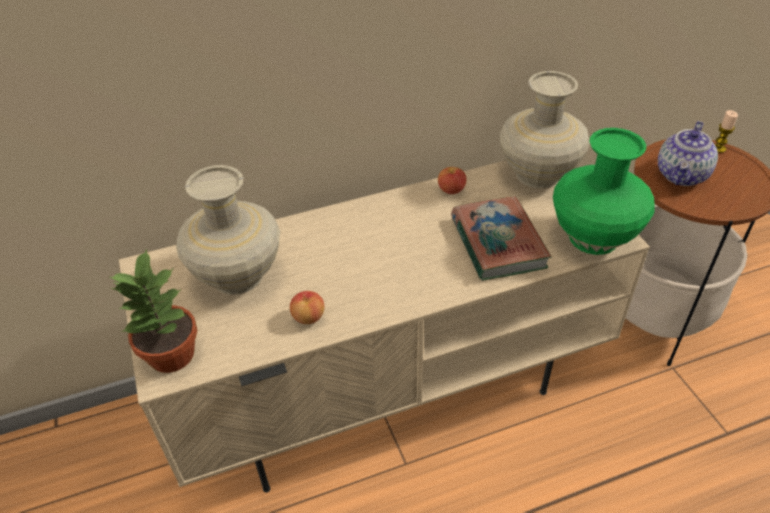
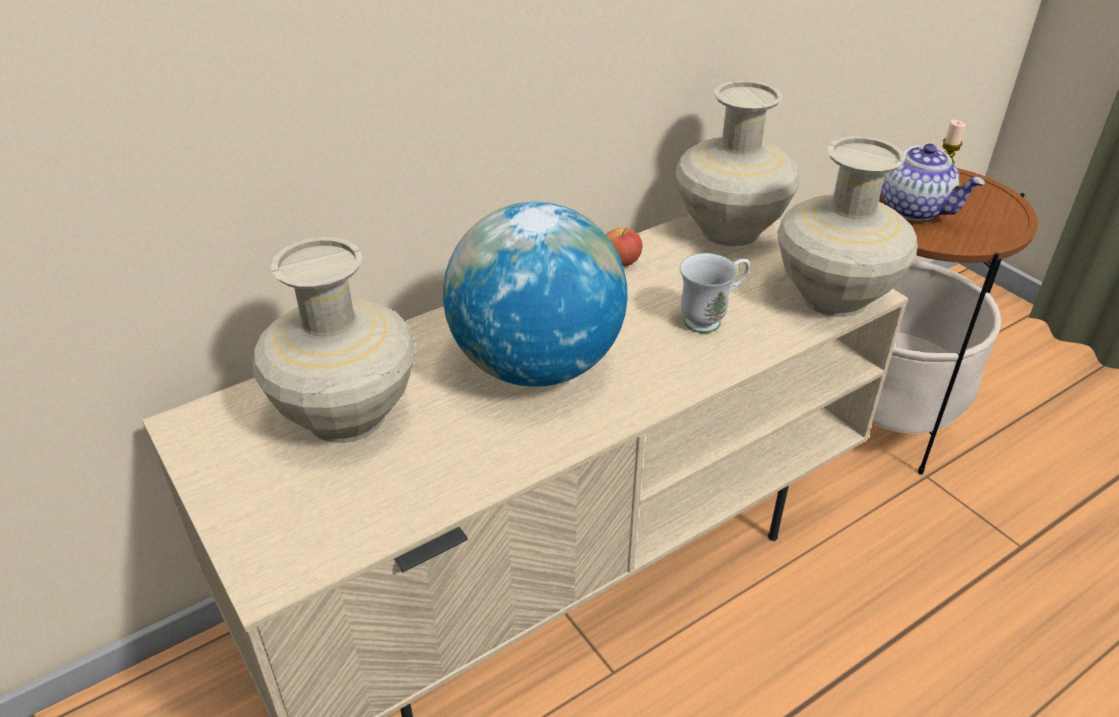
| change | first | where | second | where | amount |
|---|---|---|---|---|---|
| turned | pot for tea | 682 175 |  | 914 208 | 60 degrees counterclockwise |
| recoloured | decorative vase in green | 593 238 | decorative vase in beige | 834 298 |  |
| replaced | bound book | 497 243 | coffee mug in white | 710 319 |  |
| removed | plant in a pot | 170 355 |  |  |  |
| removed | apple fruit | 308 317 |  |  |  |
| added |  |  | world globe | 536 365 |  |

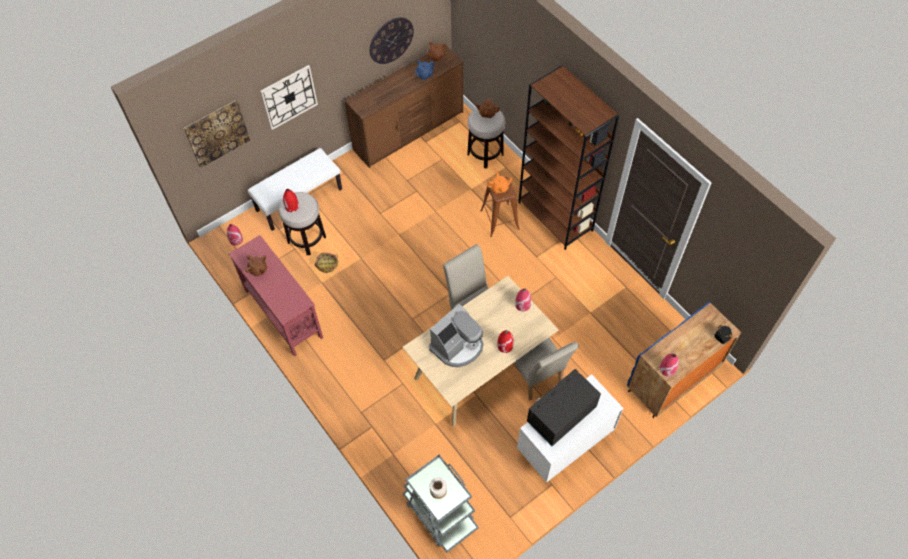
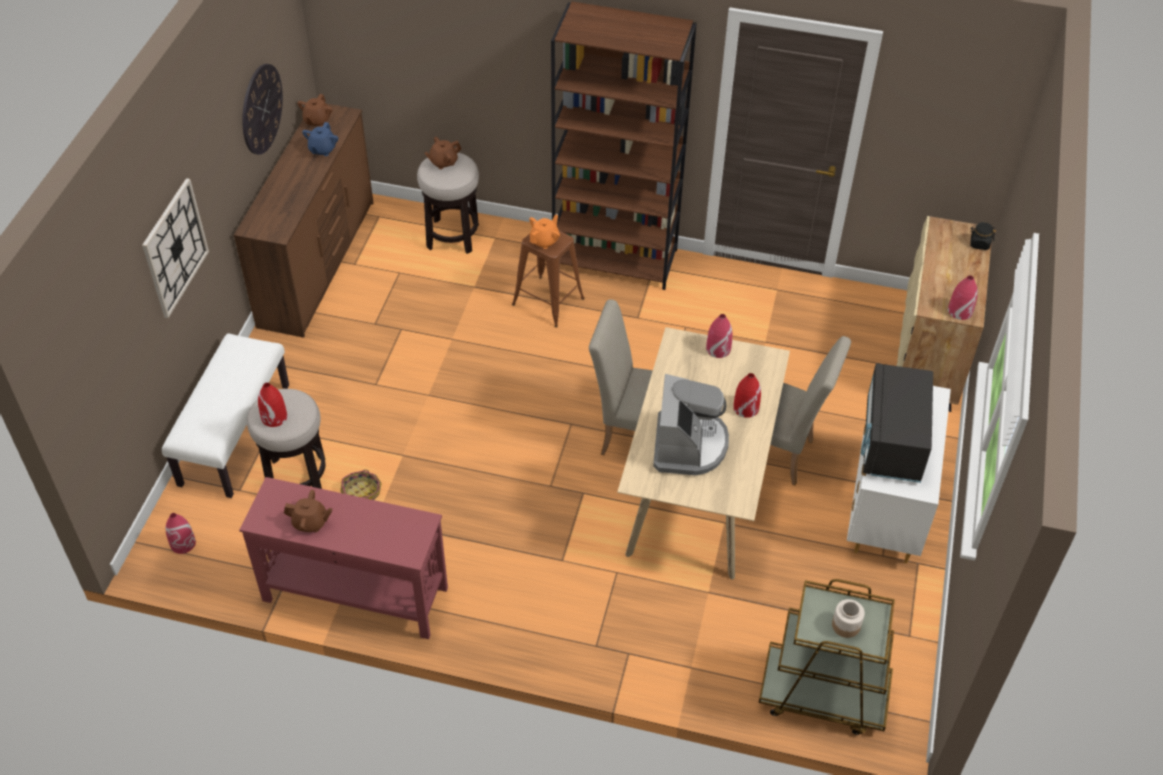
| change | first | where | second | where | amount |
|---|---|---|---|---|---|
| removed | picture | 217 133 |  |  |  |
| recoloured | cupboard in bluish | 672 379 | cupboard in beige | 929 357 |  |
| recoloured | wheeled cart in grey | 440 513 | wheeled cart in brownish | 822 694 |  |

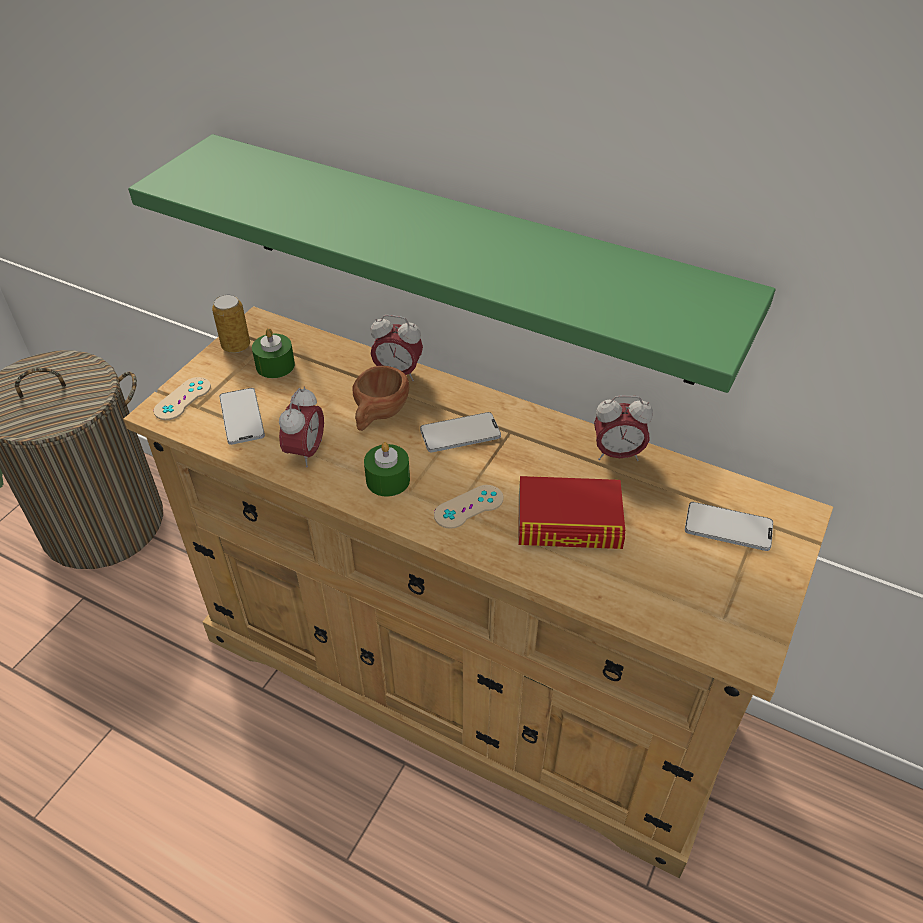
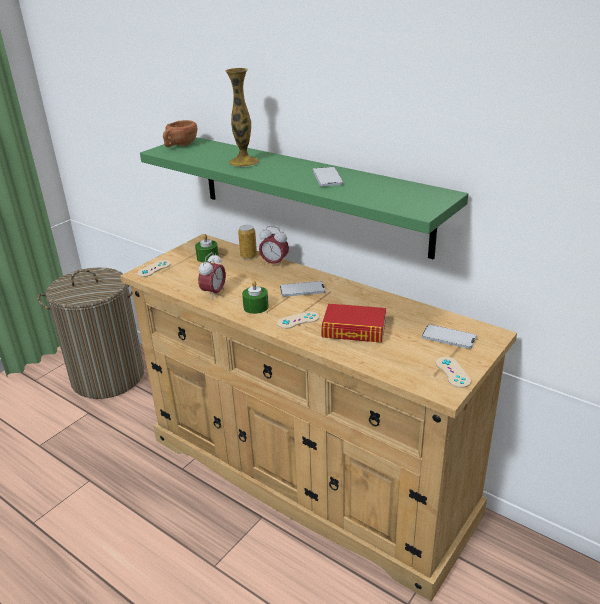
| change | first | where | second | where | amount |
|---|---|---|---|---|---|
| moved | metal can | 236 346 |  | 248 256 |  |
| moved | small cup in brownish | 378 415 |  | 180 145 |  |
| moved | phone | 242 417 |  | 327 178 |  |
| removed | alarm clock | 617 454 |  |  |  |
| added |  |  | decorative vase | 244 162 |  |
| added |  |  | gamepad in beige | 452 372 |  |

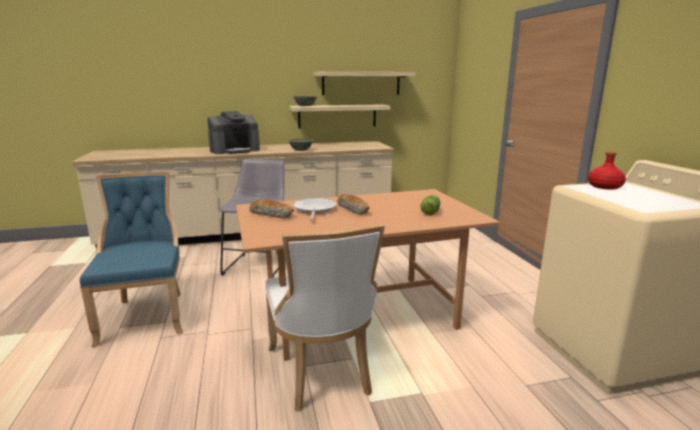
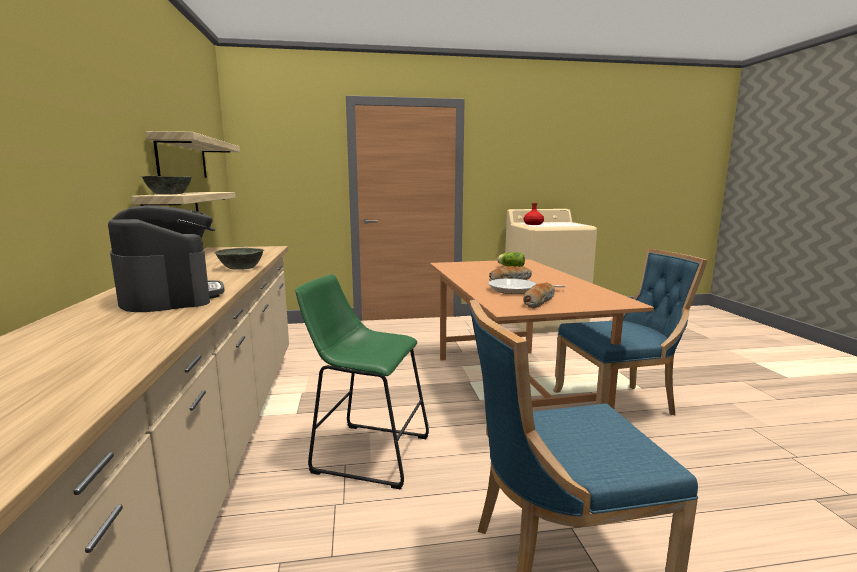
| change | first | where | second | where | amount |
|---|---|---|---|---|---|
| recoloured | sitting stool in grey | 259 264 | sitting stool in green | 365 452 |  |
| recoloured | plain chair in white | 322 372 | plain chair in bluish | 618 404 |  |

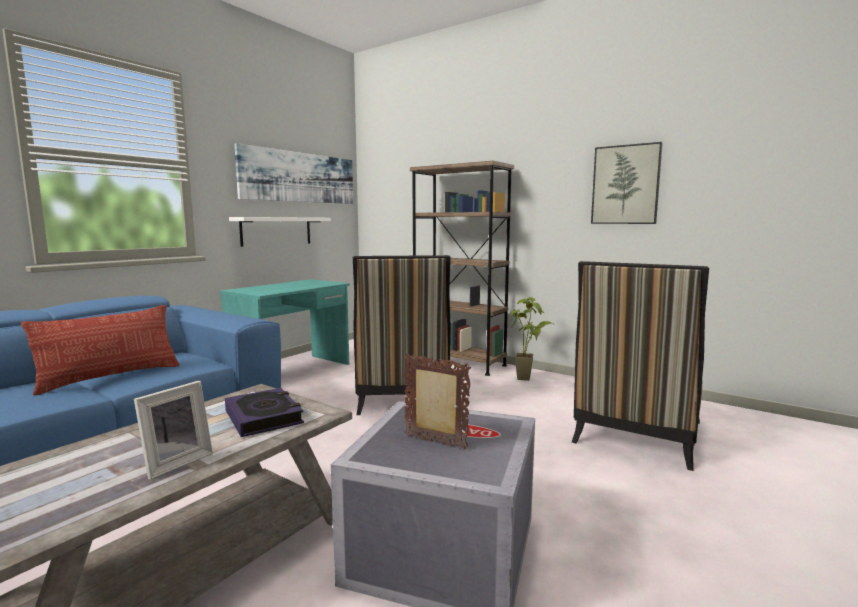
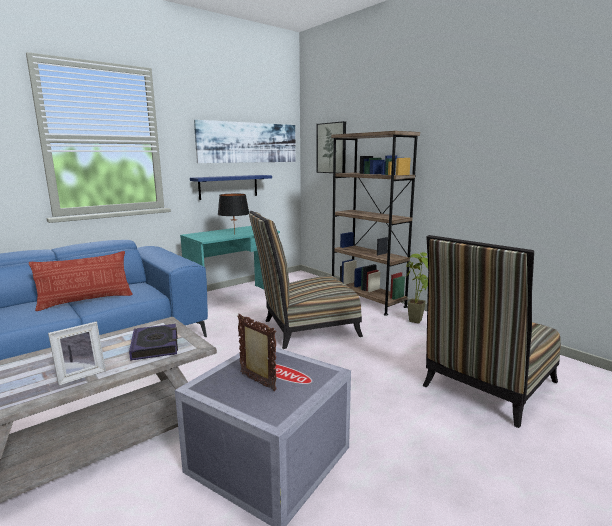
| change | first | where | second | where | amount |
|---|---|---|---|---|---|
| moved | picture | 625 185 |  | 331 148 |  |
| recoloured | wall shelf in white | 276 231 | wall shelf in bluish | 228 187 |  |
| turned | plain chair | 402 398 |  | 305 329 | 60 degrees clockwise |
| added |  |  | table lamp in blackish | 234 234 |  |

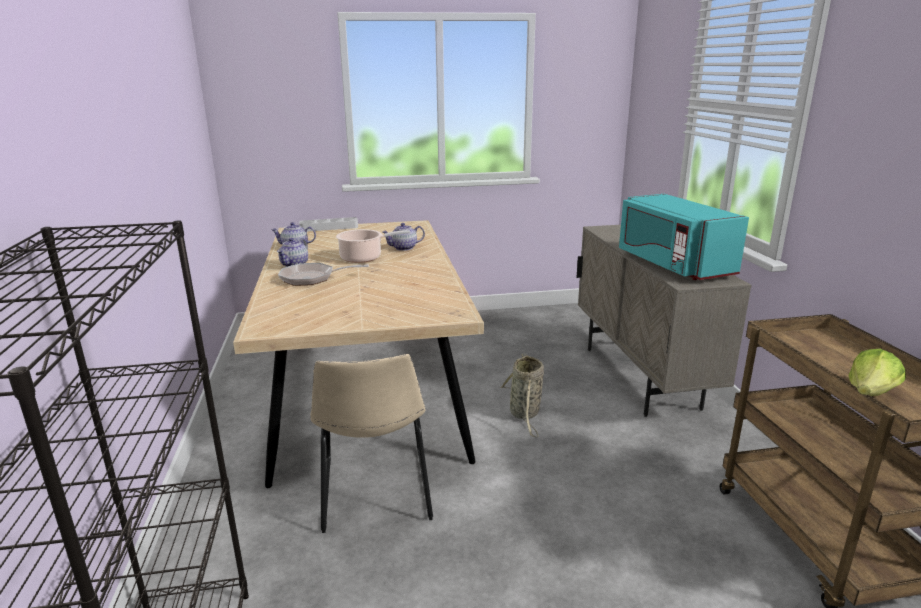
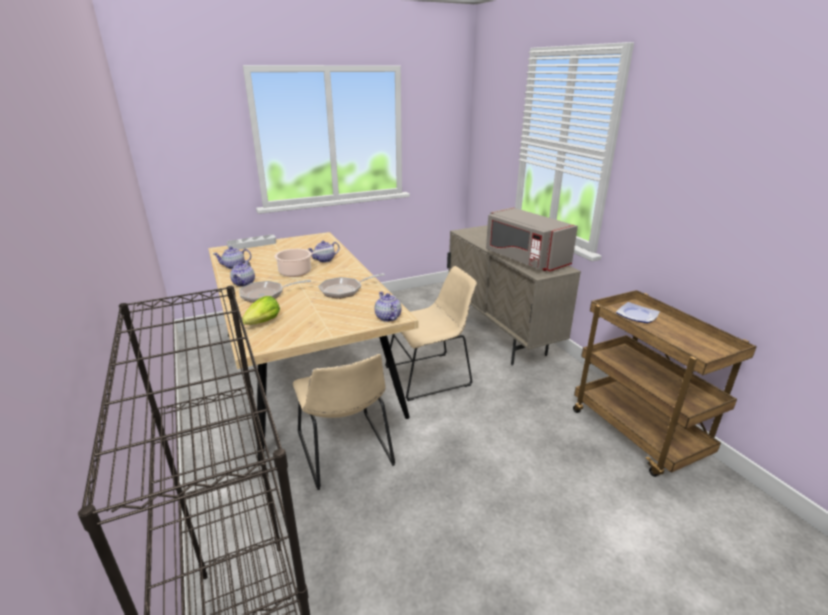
| change | first | where | second | where | amount |
|---|---|---|---|---|---|
| recoloured | microwave in turquoise | 672 264 | microwave in grey | 525 259 |  |
| moved | lettuce | 870 393 |  | 263 322 |  |
| replaced | household basket | 525 414 | plain chair in beige | 431 375 |  |
| added |  |  | pan | 344 290 |  |
| added |  |  | pot for tea | 387 317 |  |
| added |  |  | plate | 637 316 |  |

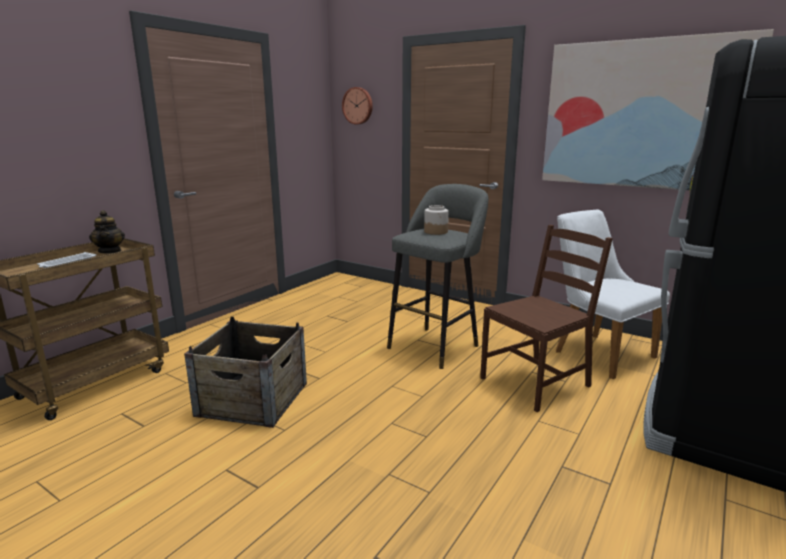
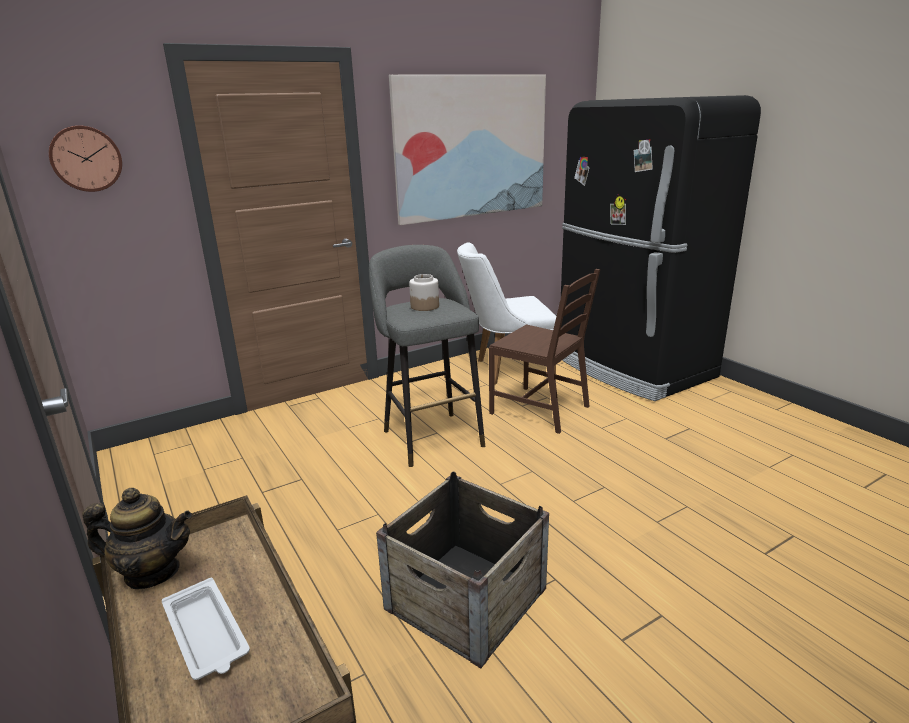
| change | first | where | second | where | amount |
|---|---|---|---|---|---|
| turned | plain chair in brownish | 536 382 |  | 541 409 | 135 degrees clockwise |

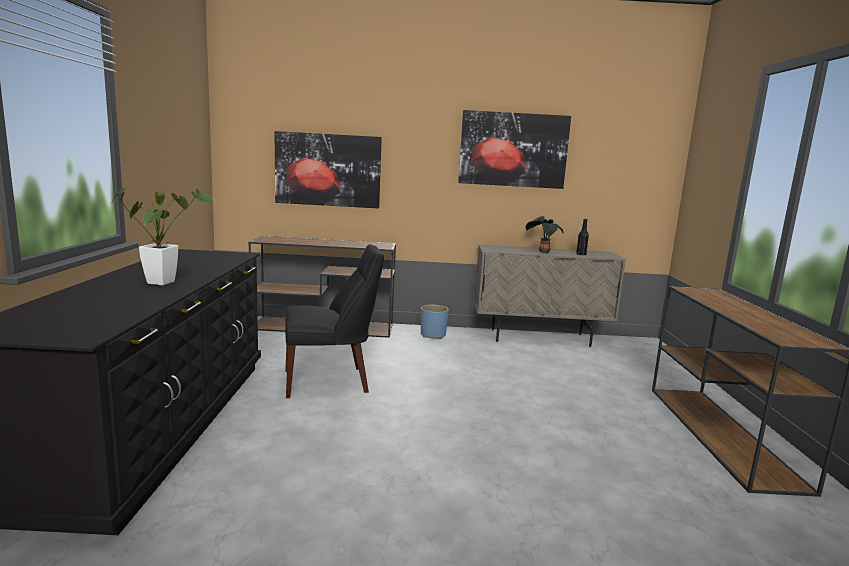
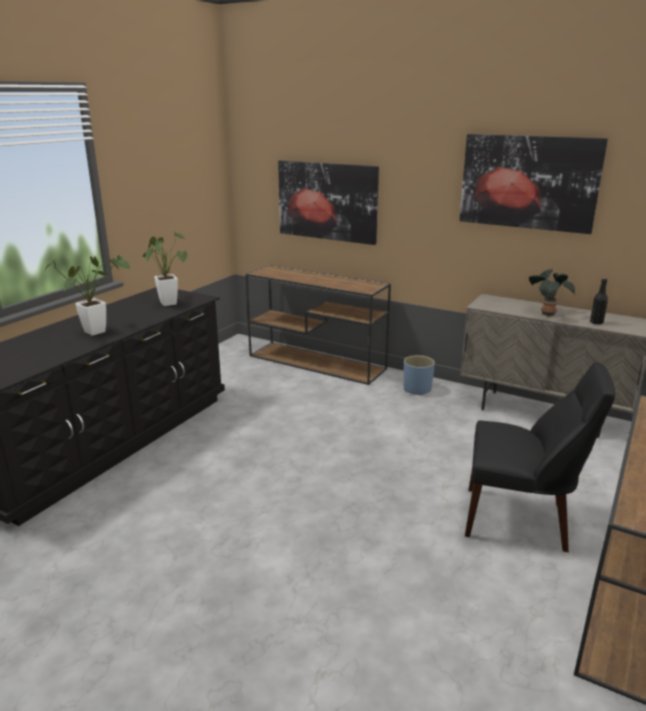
| change | first | where | second | where | amount |
|---|---|---|---|---|---|
| moved | plain chair in blackish | 330 381 |  | 521 520 |  |
| added |  |  | plant in a pot | 167 302 |  |

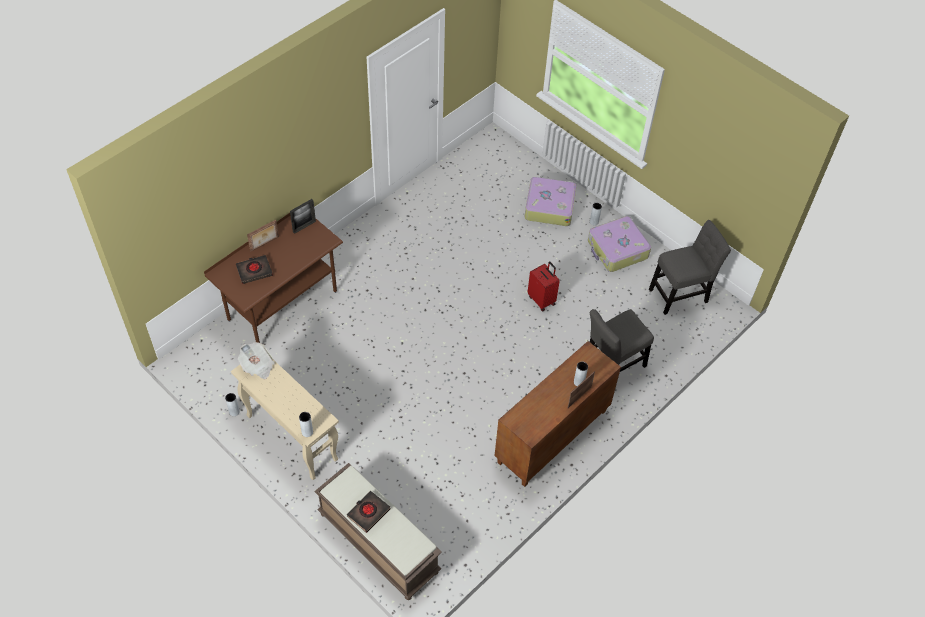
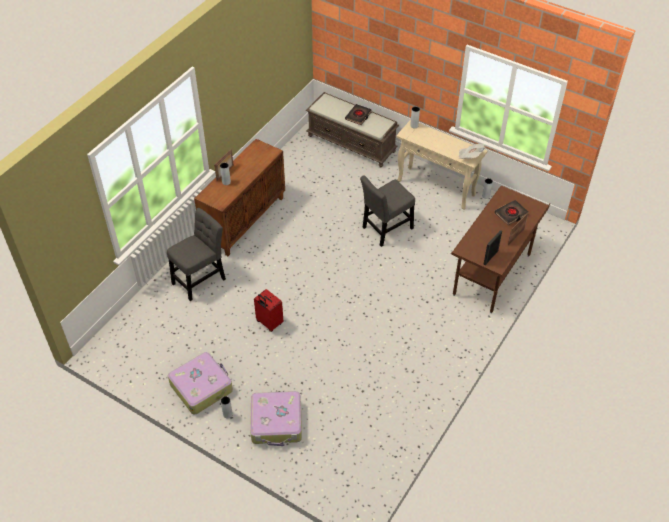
| change | first | where | second | where | amount |
|---|---|---|---|---|---|
| moved | plain chair in grey | 681 294 |  | 385 229 |  |

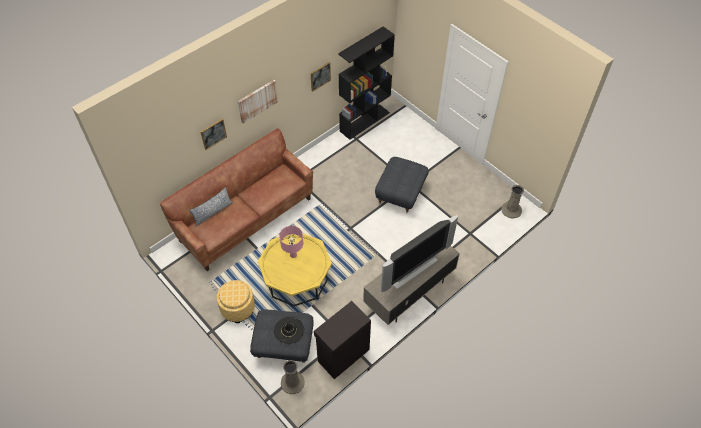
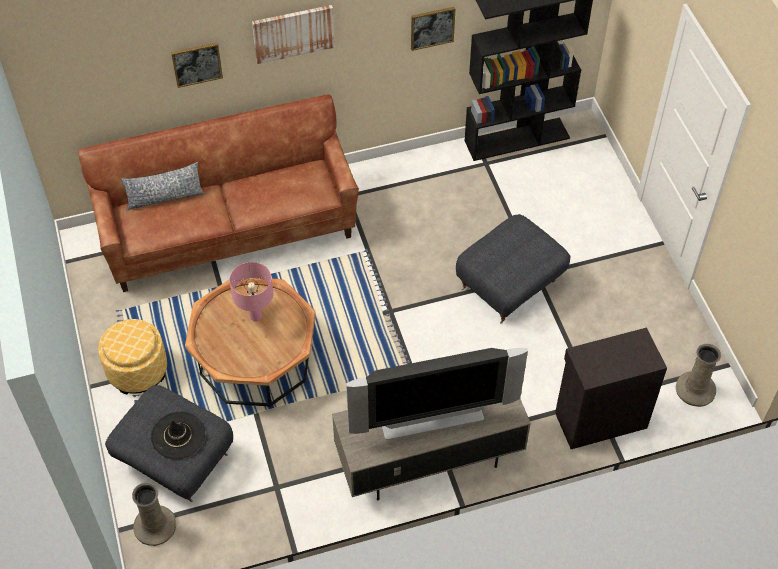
| change | first | where | second | where | amount |
|---|---|---|---|---|---|
| recoloured | lounge table in yellowish | 296 278 | lounge table in brownish | 255 359 |  |
| moved | cupboard in blackish | 342 355 |  | 599 419 |  |

